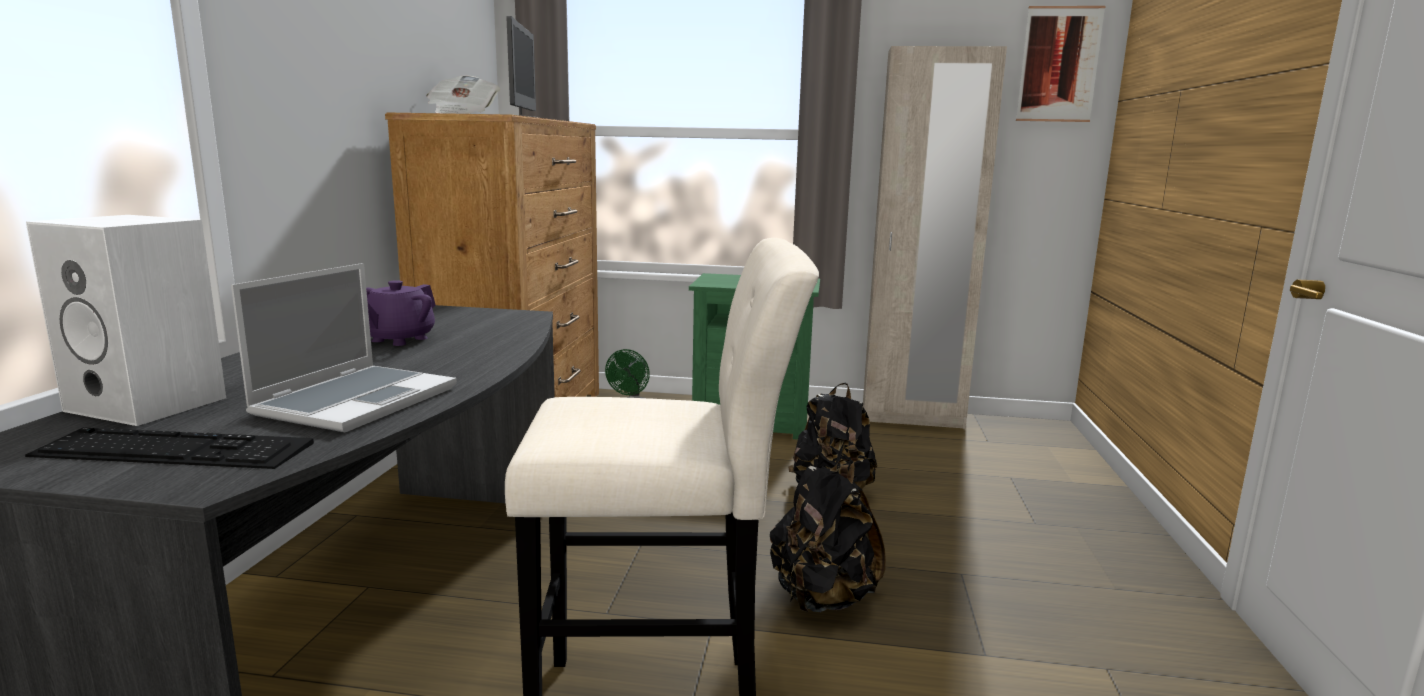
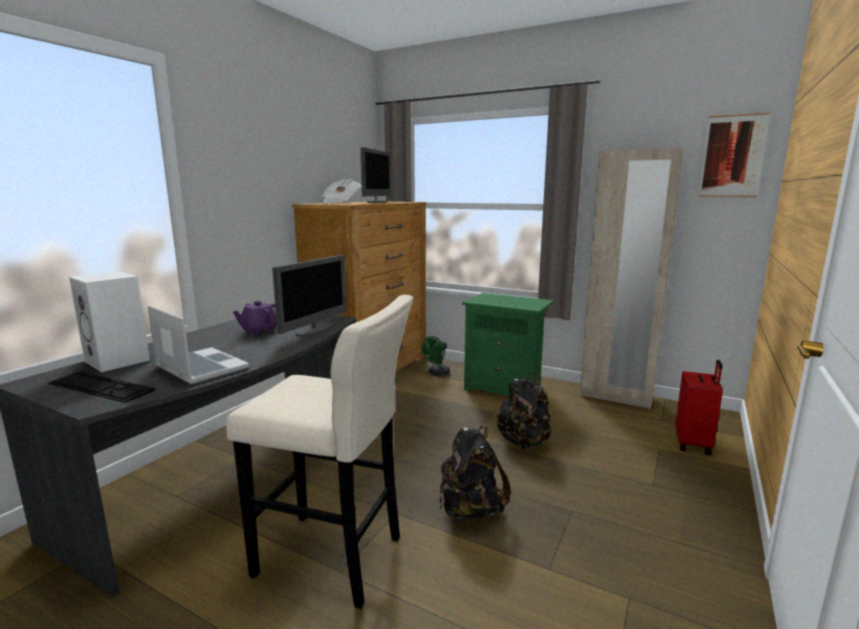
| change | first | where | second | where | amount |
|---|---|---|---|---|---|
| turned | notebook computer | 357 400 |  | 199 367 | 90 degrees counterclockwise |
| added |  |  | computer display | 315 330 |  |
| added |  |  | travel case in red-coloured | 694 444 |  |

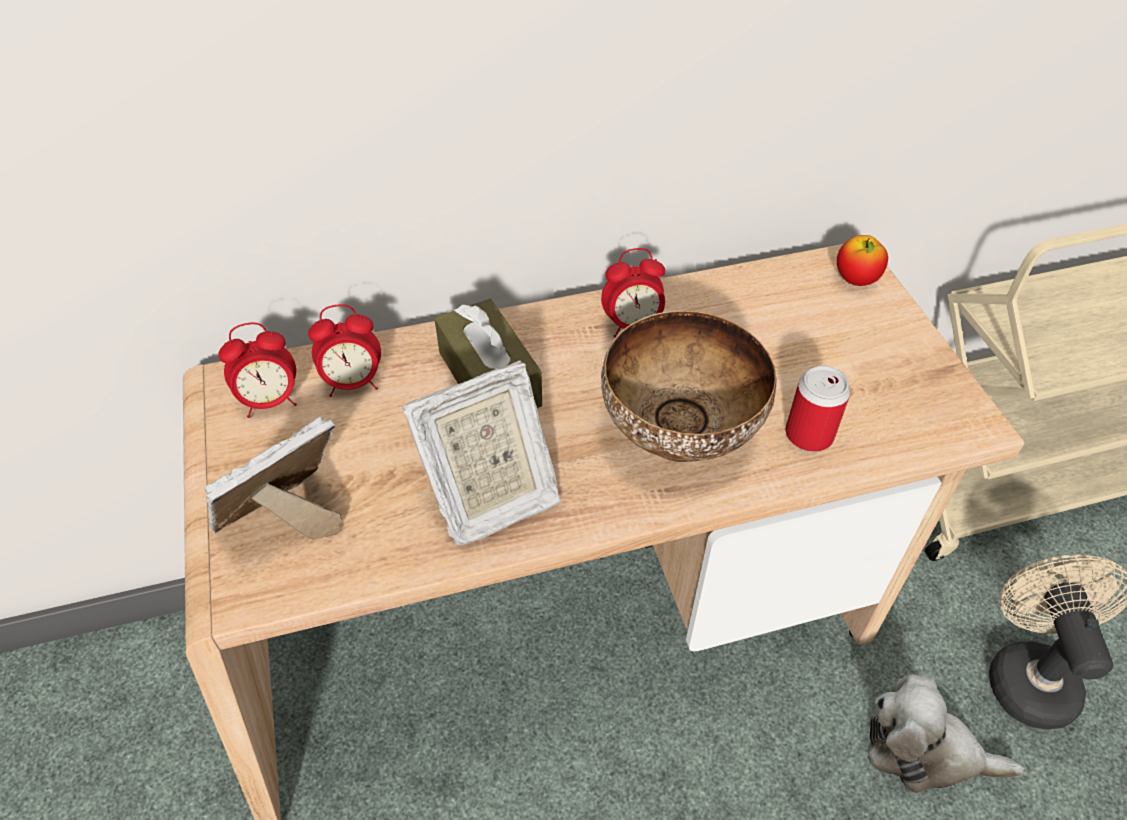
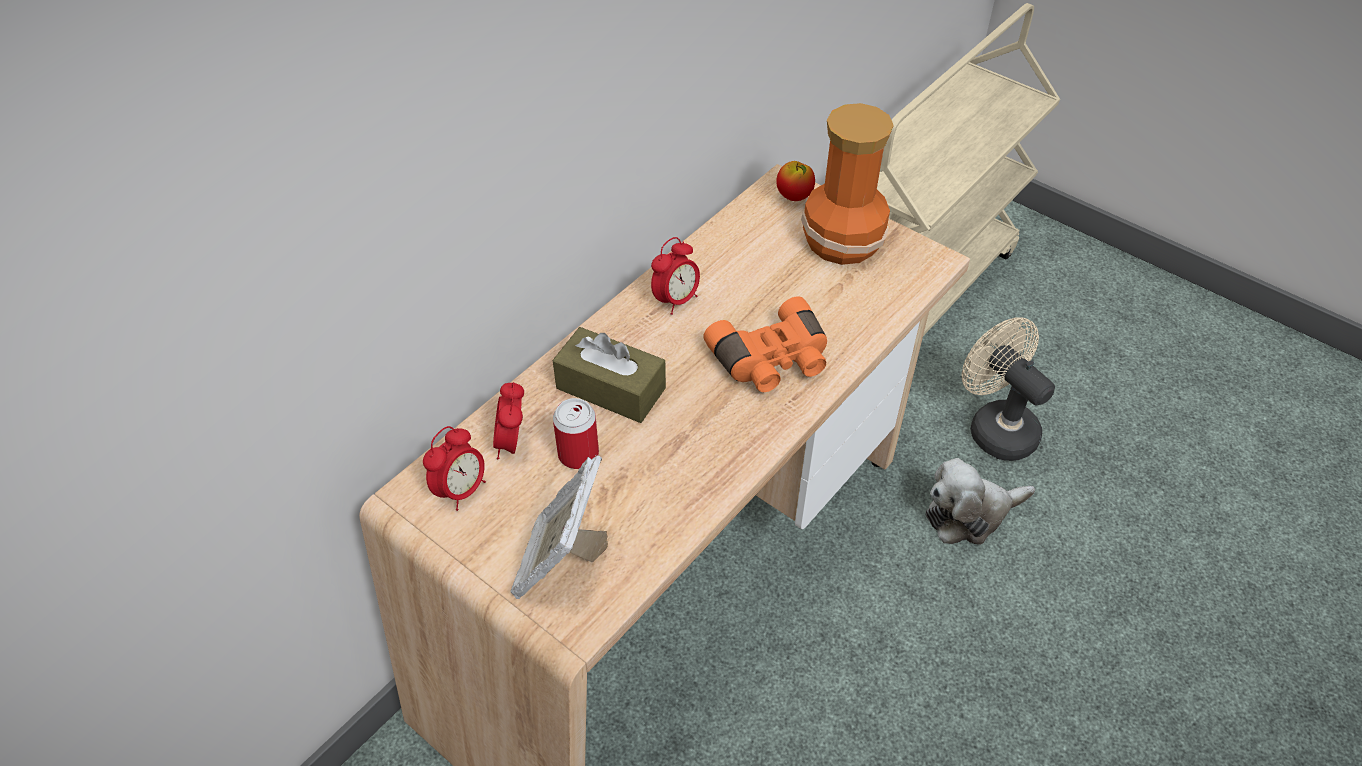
| change | first | where | second | where | amount |
|---|---|---|---|---|---|
| turned | alarm clock | 353 383 |  | 512 443 | 135 degrees clockwise |
| replaced | bowl | 678 437 | binoculars in orangey | 772 361 |  |
| removed | standing frame | 490 499 |  |  |  |
| moved | metal can | 809 434 |  | 578 454 |  |
| added |  |  | decorative vase | 840 241 |  |

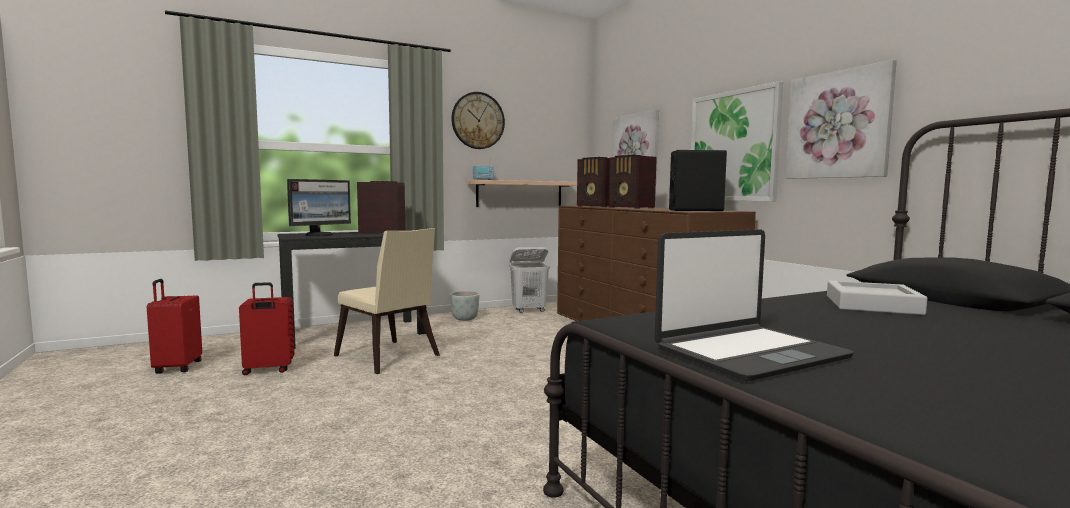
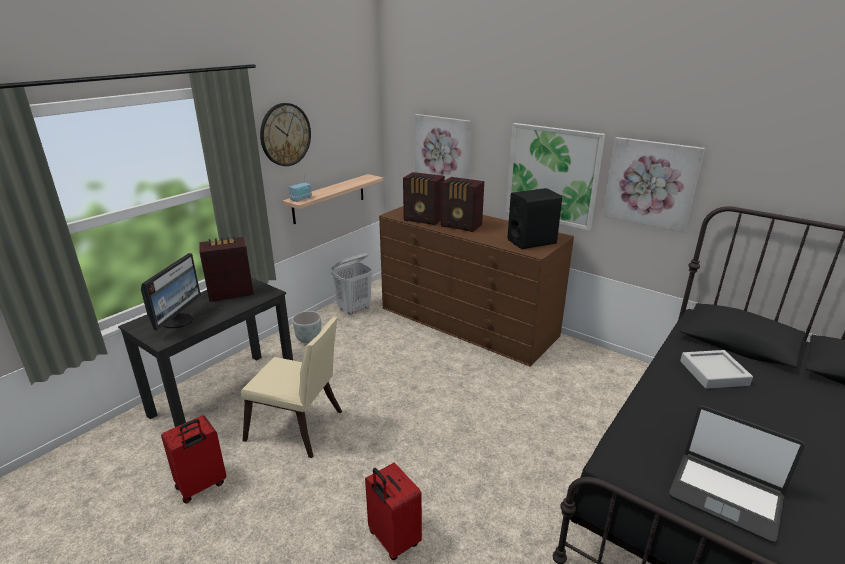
| change | first | where | second | where | amount |
|---|---|---|---|---|---|
| turned | notebook computer | 749 353 |  | 725 495 | 90 degrees clockwise |
| moved | travel case in red-coloured | 177 368 |  | 392 540 |  |

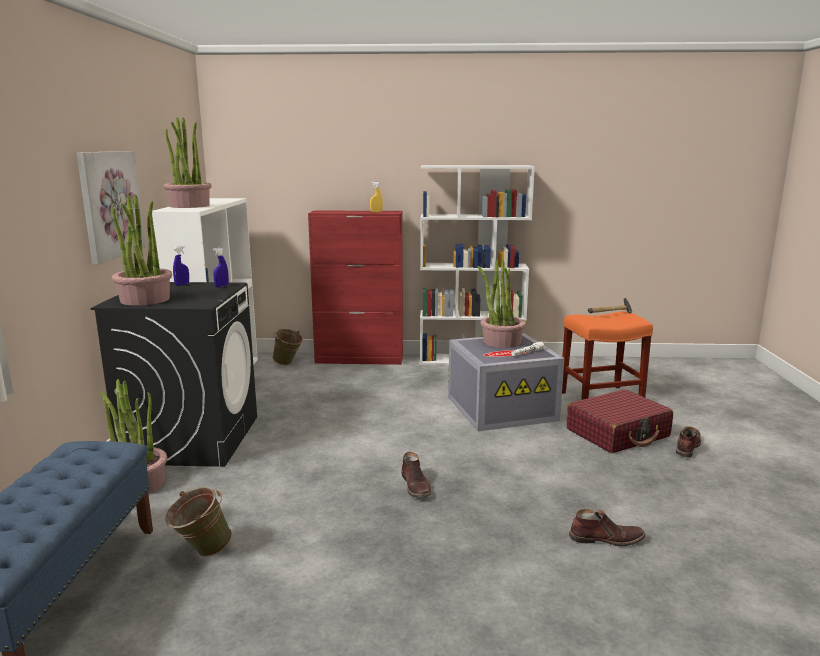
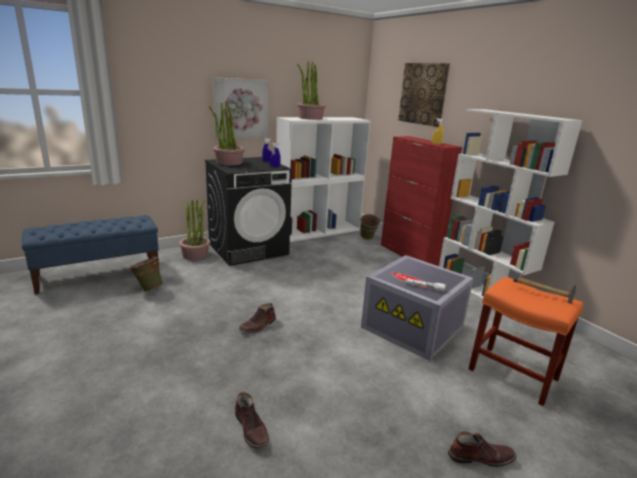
| change | first | where | second | where | amount |
|---|---|---|---|---|---|
| removed | plant in a pot | 501 342 |  |  |  |
| removed | travel case in red-coloured | 618 433 |  |  |  |
| added |  |  | picture | 423 94 |  |

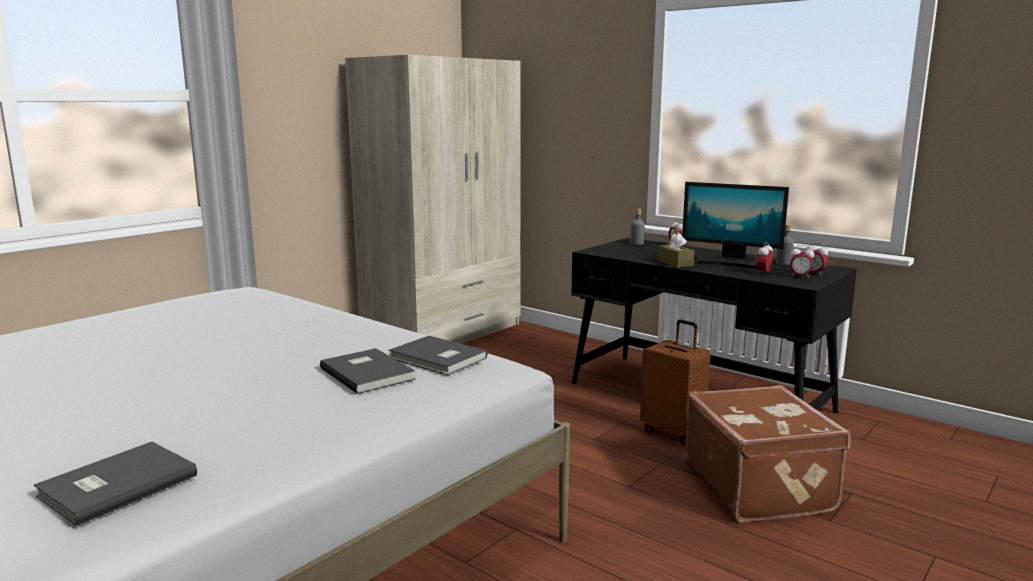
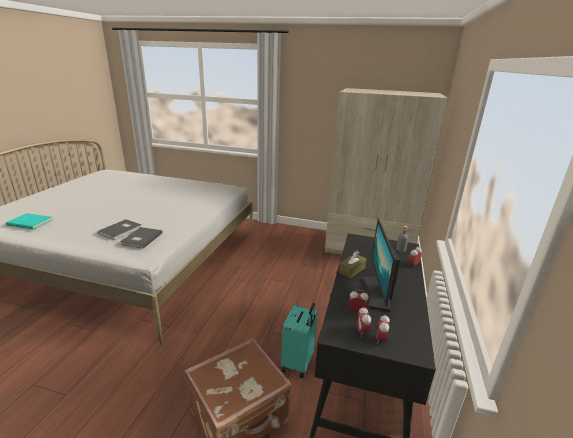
| change | first | where | second | where | amount |
|---|---|---|---|---|---|
| removed | beverage bottle in grey | 783 263 |  |  |  |
| recoloured | travel case in brownish | 673 432 | travel case in turquoise | 298 363 |  |
| recoloured | bound book in grey | 115 485 | bound book in turquoise | 30 222 |  |

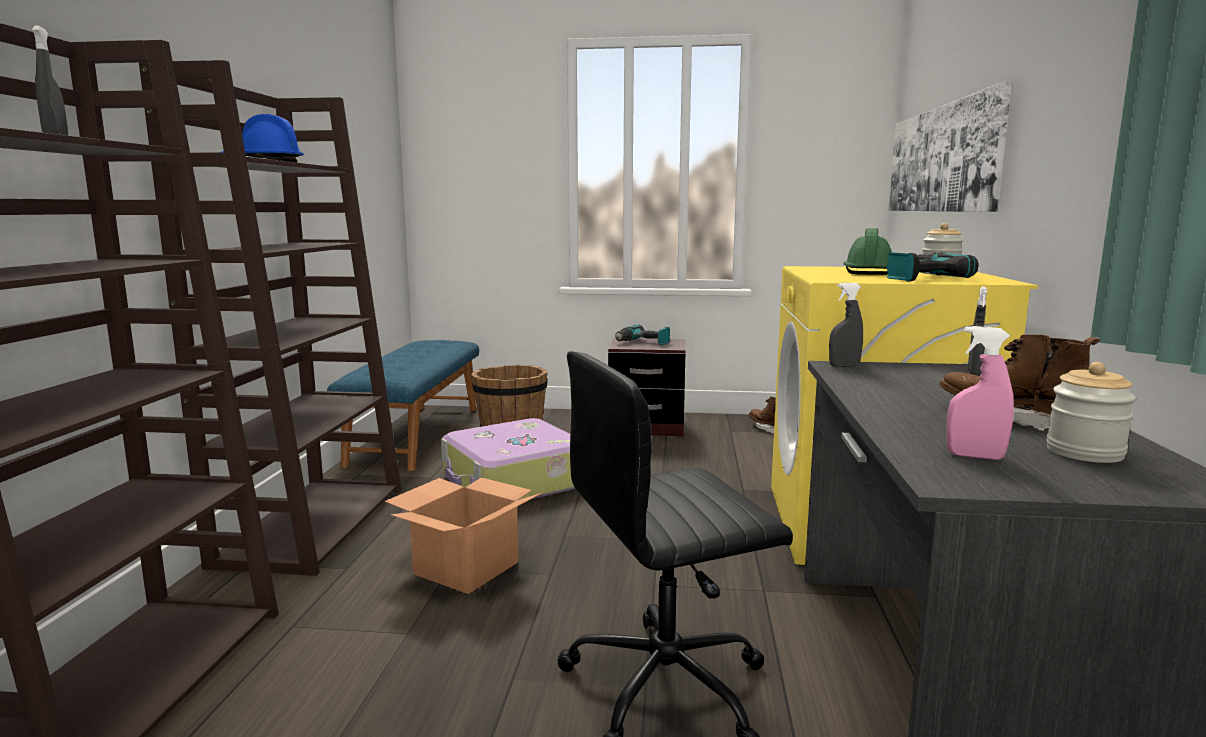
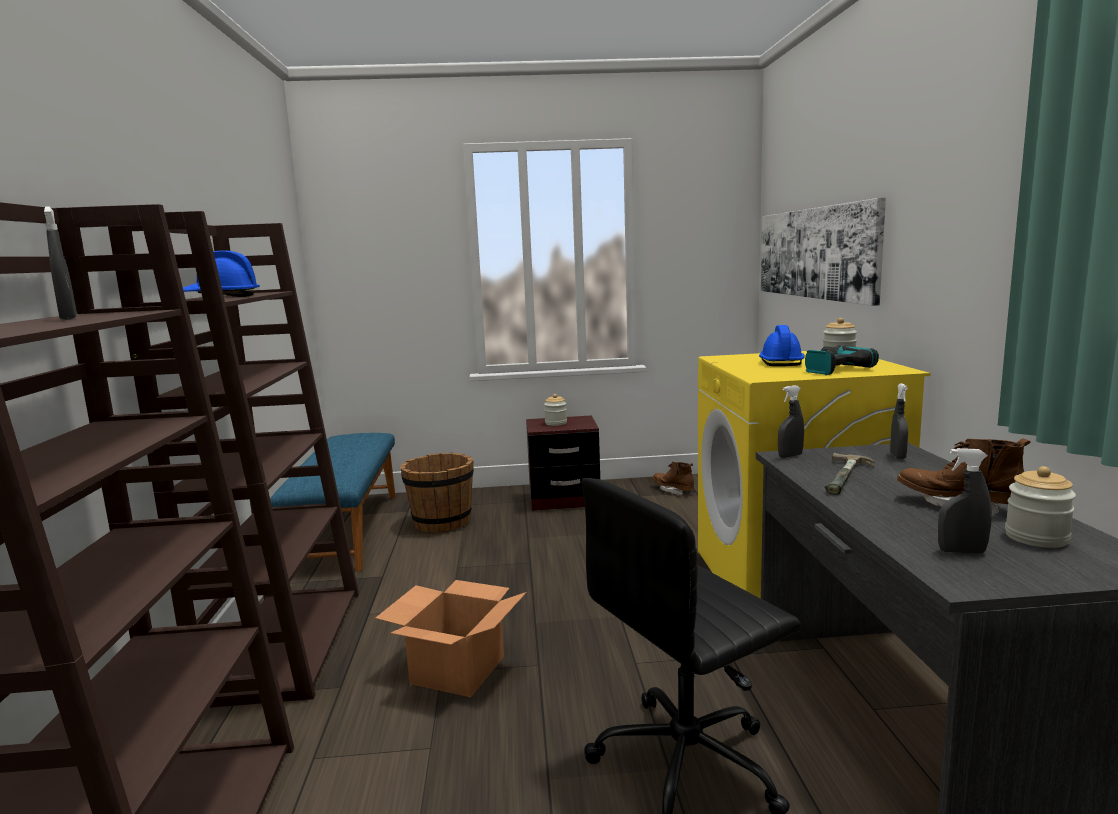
| change | first | where | second | where | amount |
|---|---|---|---|---|---|
| recoloured | work helmet in green | 868 272 | work helmet in bluish | 780 362 |  |
| replaced | electric drill | 642 343 | preserve jar | 556 423 |  |
| recoloured | spray bottle in pink-coloured | 975 456 | spray bottle in grey | 961 552 |  |
| removed | travel case | 514 481 |  |  |  |
| added |  |  | hammer | 850 477 |  |

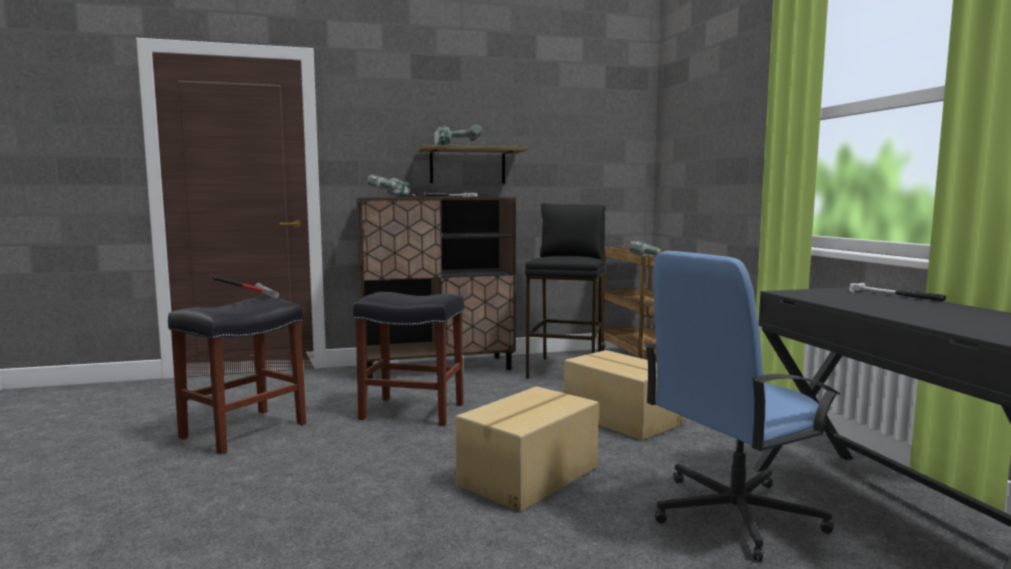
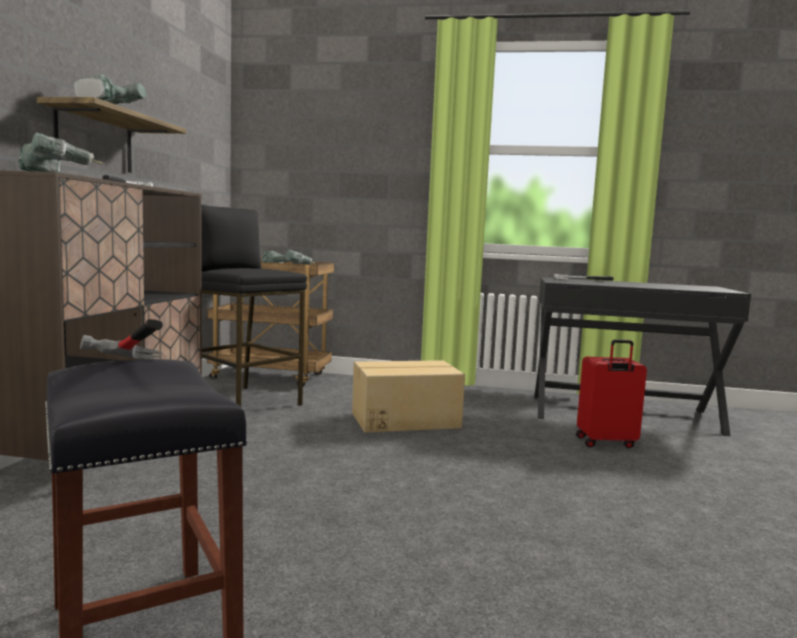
| change | first | where | second | where | amount |
|---|---|---|---|---|---|
| replaced | computer chair in bluish | 732 514 | travel case in red-coloured | 606 443 |  |
| removed | sitting stool in blackish | 411 411 |  |  |  |
| removed | cardboard box | 530 476 |  |  |  |

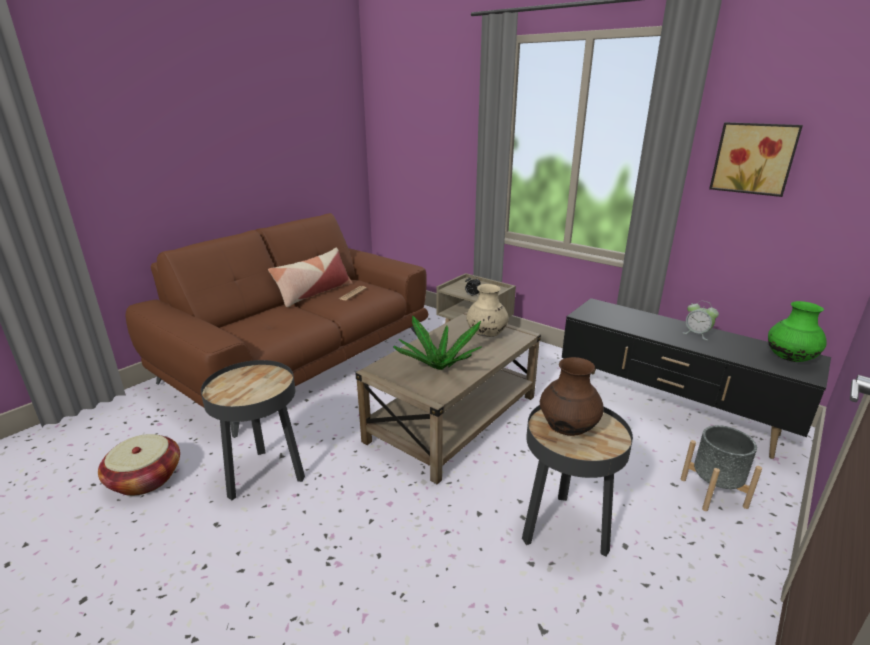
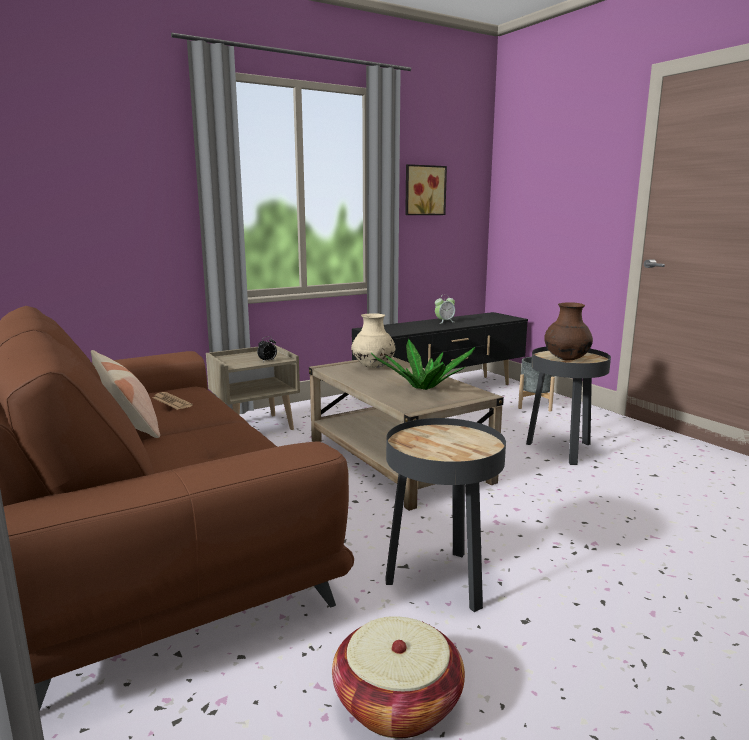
| change | first | where | second | where | amount |
|---|---|---|---|---|---|
| removed | decorative vase in green | 789 359 |  |  |  |

